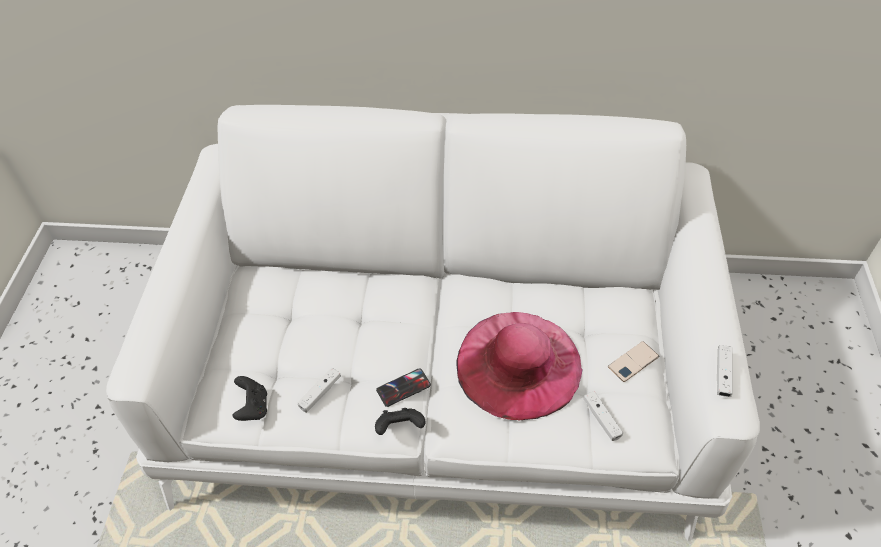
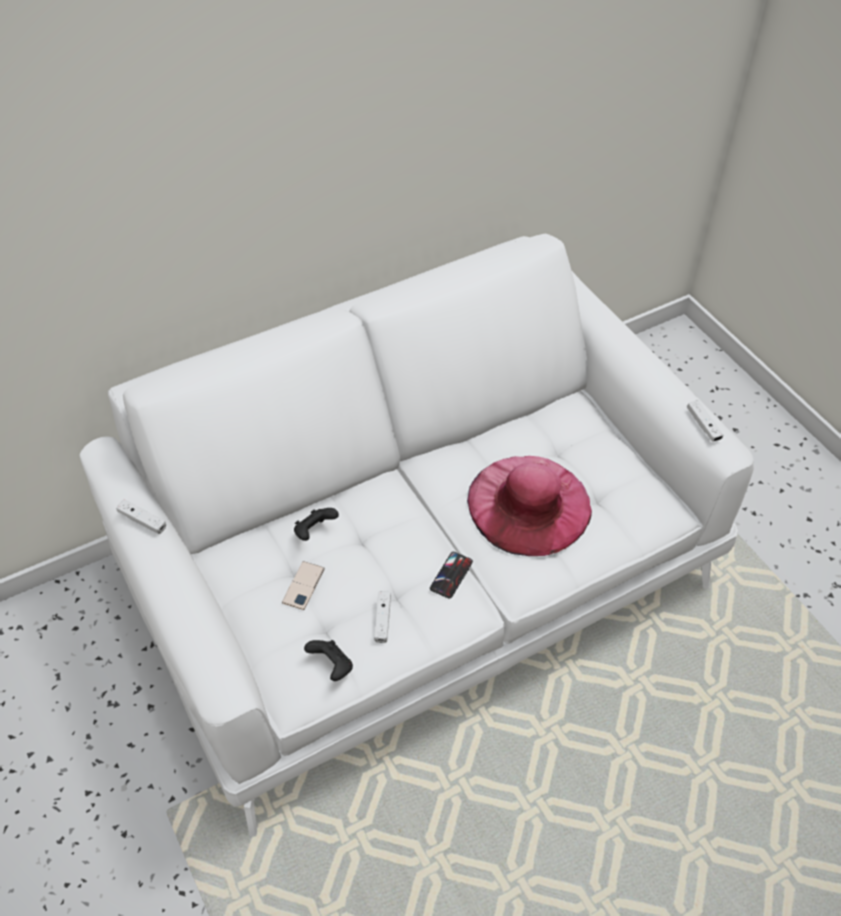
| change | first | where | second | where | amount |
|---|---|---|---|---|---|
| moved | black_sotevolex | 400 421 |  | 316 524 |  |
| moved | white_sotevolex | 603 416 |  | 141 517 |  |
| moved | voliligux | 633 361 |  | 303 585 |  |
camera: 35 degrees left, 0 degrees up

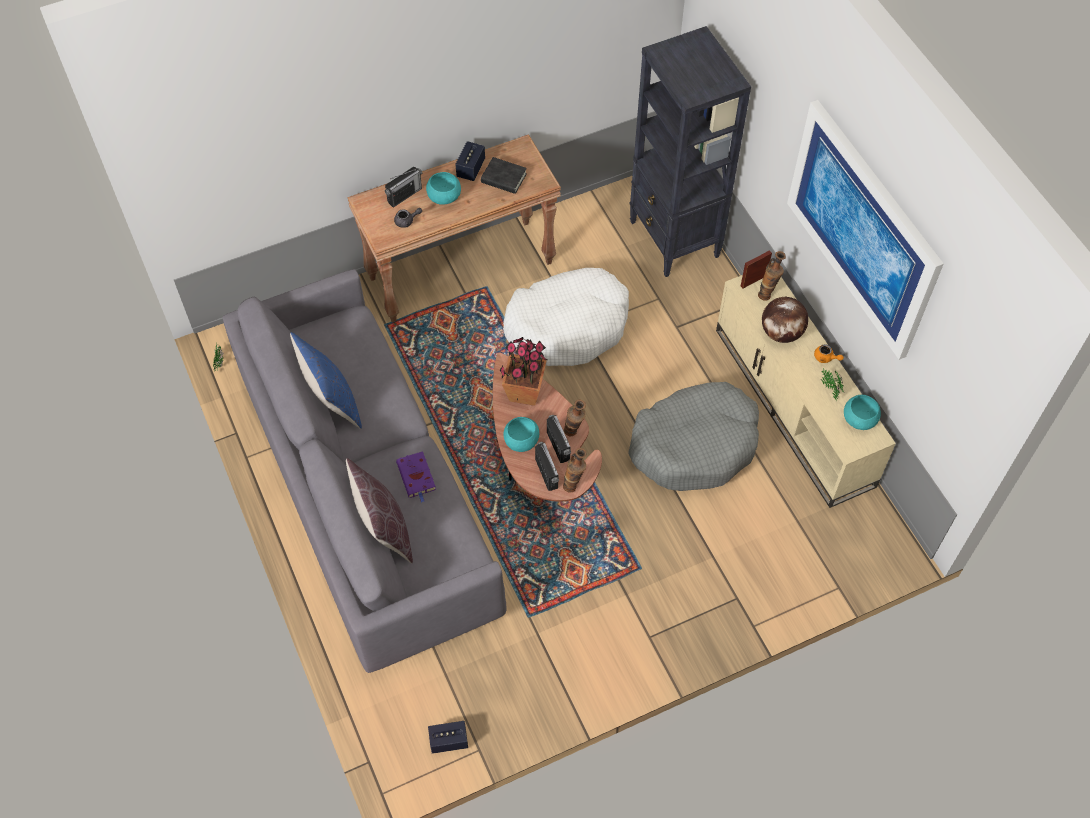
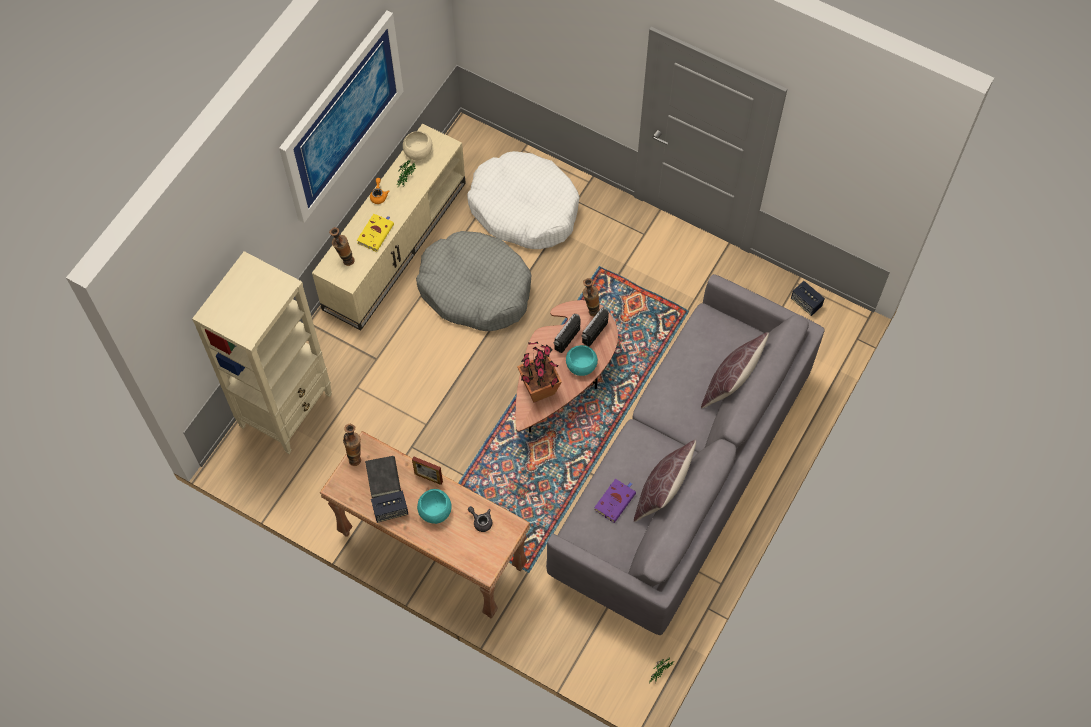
| change | first | where | second | where | amount |
|---|---|---|---|---|---|
| removed | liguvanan | 403 187 |  |  |  |
| moved | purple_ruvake | 416 477 |  | 615 501 |  |
| moved | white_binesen | 566 317 |  | 523 200 |  |
| moved | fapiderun | 575 418 |  | 352 445 |  |
| moved | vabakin | 756 269 |  | 427 471 |  |
| replaced | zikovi | 785 320 | yellow_ruvake | 375 233 |  |
| recoloured | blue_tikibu | 326 380 | brown_tikibu | 665 481 |  |
| recoloured | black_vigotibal | 690 151 | beige_vigotibal | 262 352 |  |
| recoloured | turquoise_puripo | 862 412 | beige_puripo | 417 145 |  |
camera: 125 degrees left, 5 degrees up

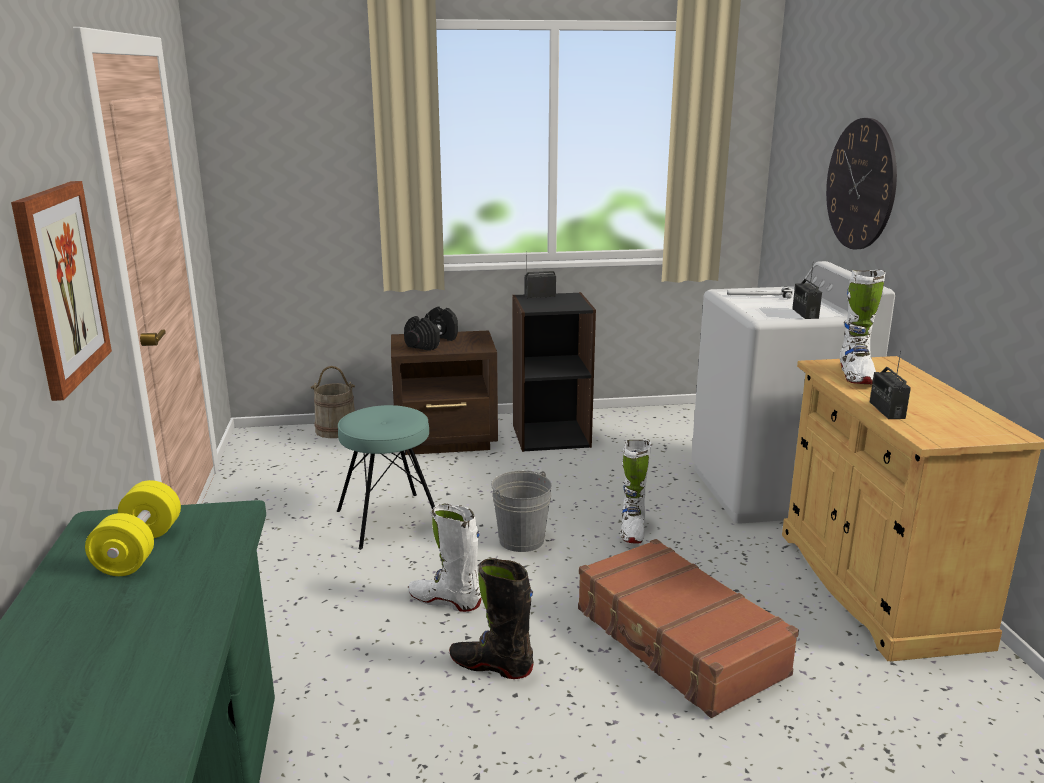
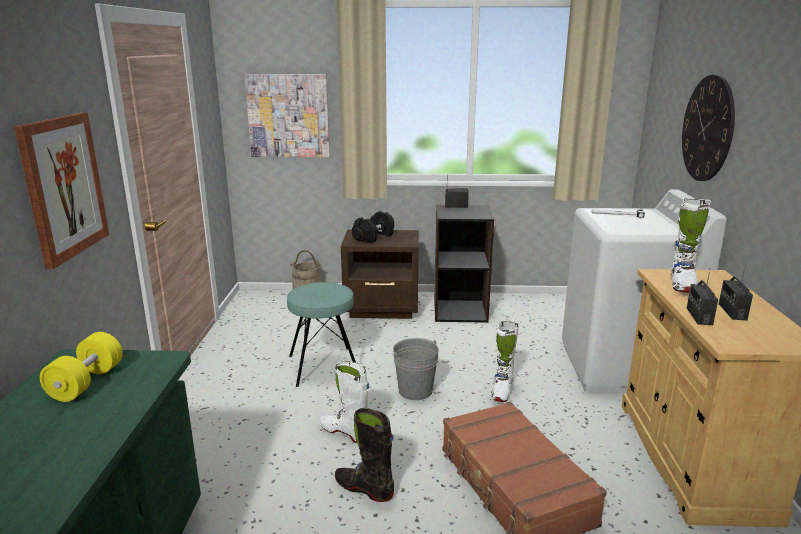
| change | first | where | second | where | amount |
|---|---|---|---|---|---|
| added |  |  | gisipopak | 287 115 |  |
| moved | liguvanan | 807 292 |  | 736 292 |  |
camera: 10 degrees right, 0 degrees up

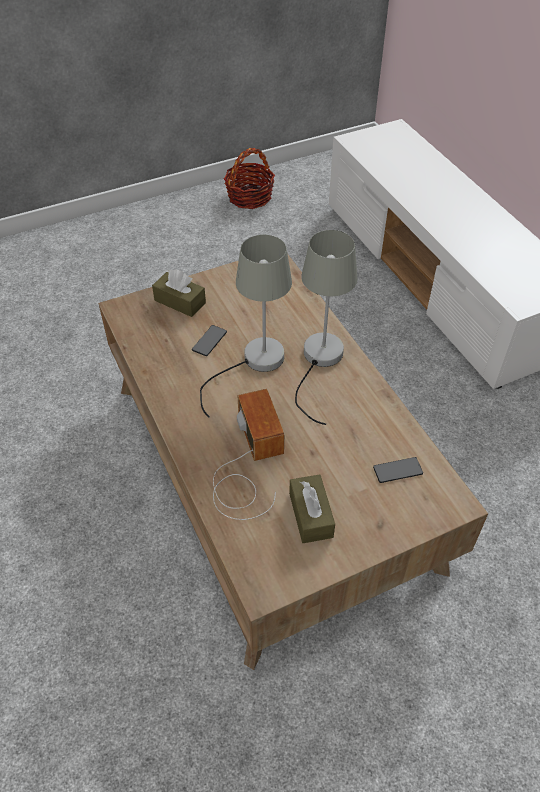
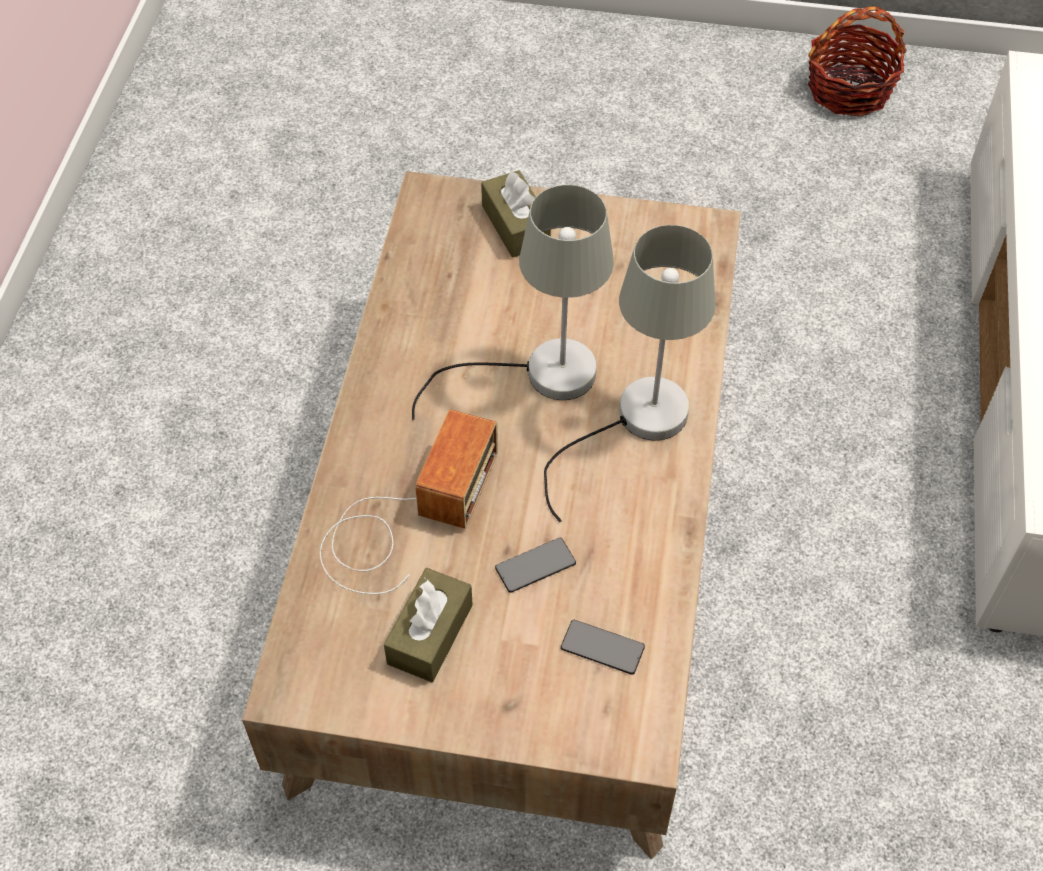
| change | first | where | second | where | amount |
|---|---|---|---|---|---|
| moved | voliligux | 209 340 |  | 535 565 |  |
camera: 35 degrees right, 5 degrees up

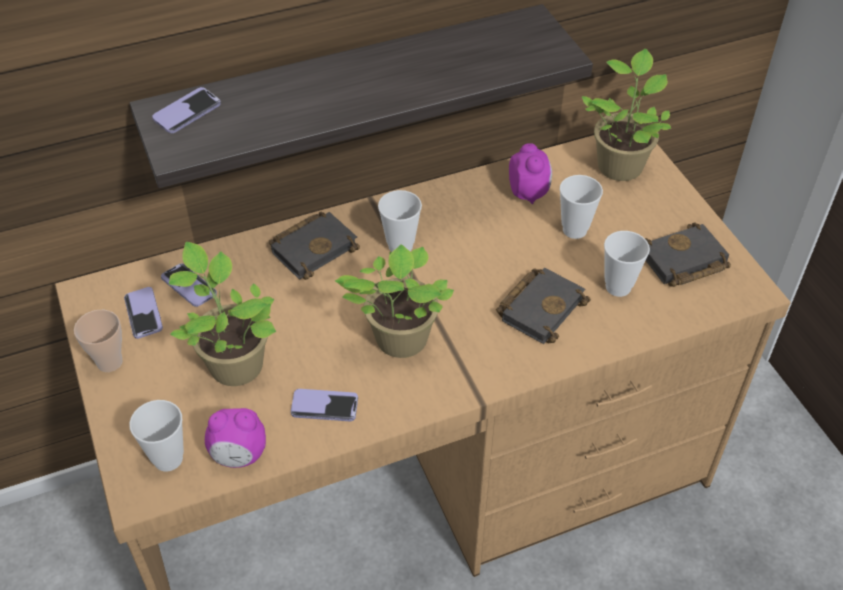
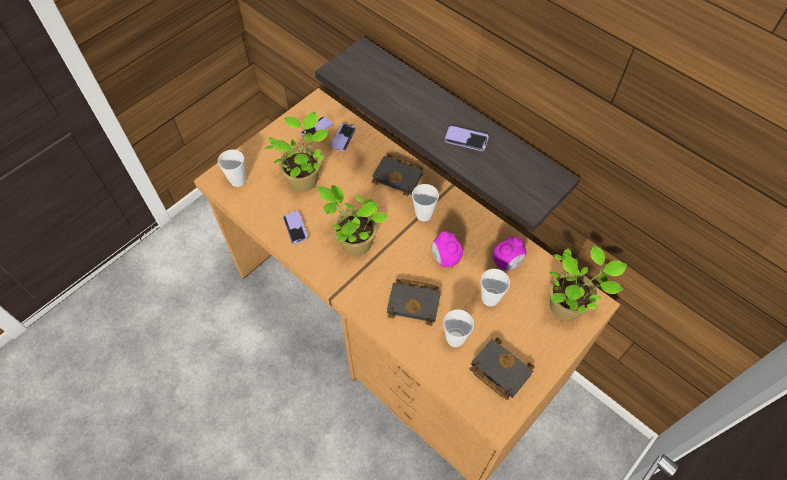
| change | first | where | second | where | amount |
|---|---|---|---|---|---|
| removed | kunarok | 98 341 |  |  |  |
| moved | voliligux | 186 110 |  | 467 138 |  |
| moved | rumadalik | 235 438 |  | 447 249 |  |
camera: 65 degrees right, 10 degrees up

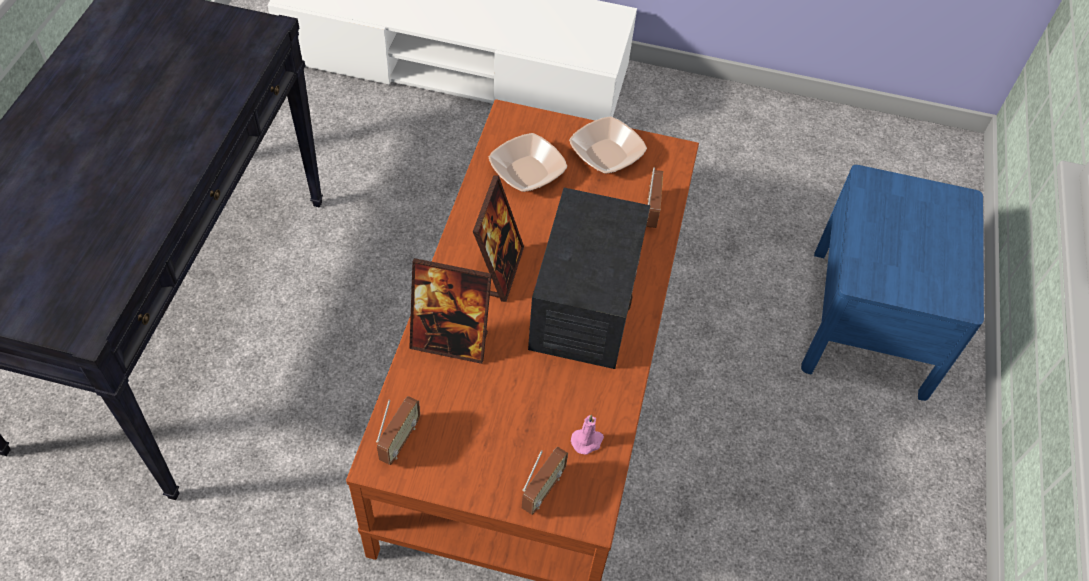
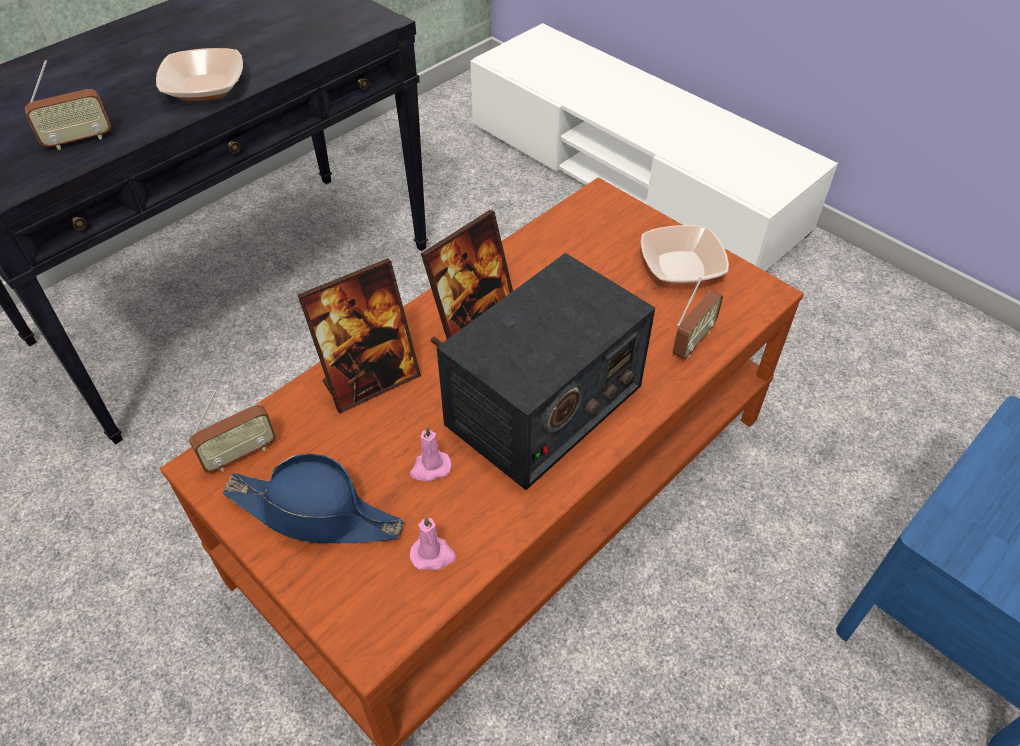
| change | first | where | second | where | amount |
|---|---|---|---|---|---|
| added |  |  | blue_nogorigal | 313 498 |  |
| added |  |  | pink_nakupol | 431 454 |  |
| moved | puripo | 528 162 |  | 199 74 |  |
| moved | liguvanan | 545 481 |  | 68 105 |  |
| turned | vabakin | 450 311 |  | 359 336 | 75 degrees counterclockwise |
camera: 35 degrees right, 5 degrees down

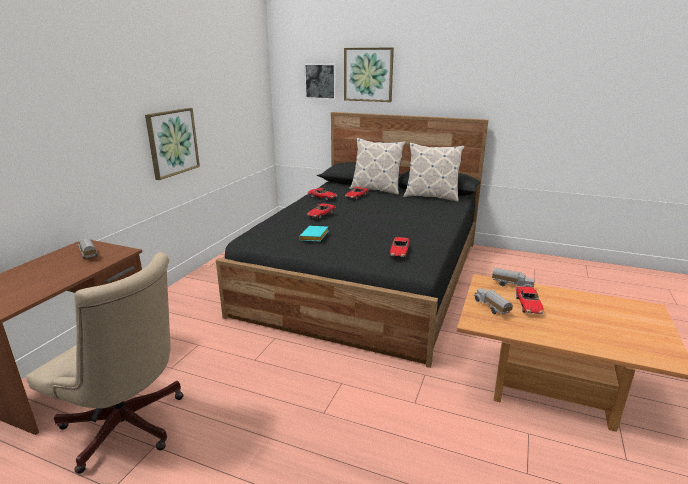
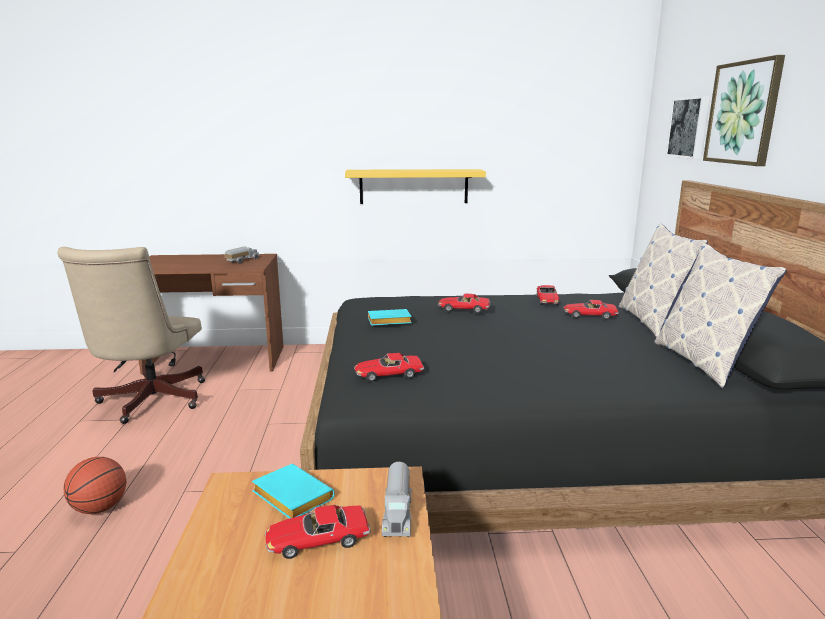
| change | first | where | second | where | amount |
|---|---|---|---|---|---|
| added |  |  | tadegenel | 95 485 |  |
| replaced | gisipopak | 172 144 | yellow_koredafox | 415 186 |  |
| replaced | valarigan | 493 301 | turquoise_ruvake | 293 491 |  |
camera: 65 degrees right, 5 degrees down

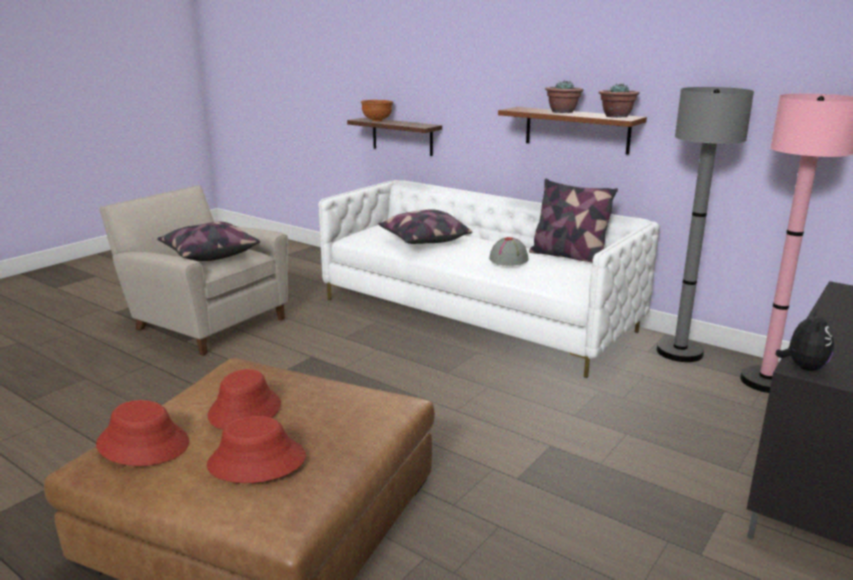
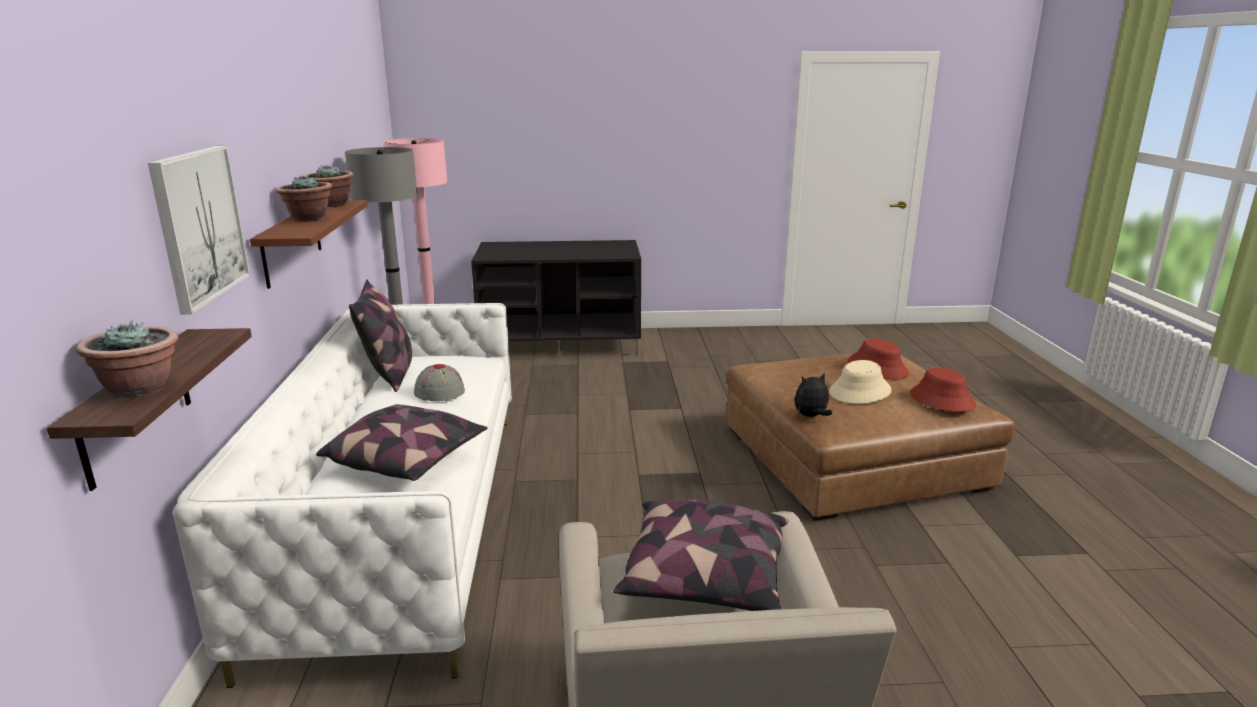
| change | first | where | second | where | amount |
|---|---|---|---|---|---|
| added |  |  | gisipopak | 199 230 |  |
| moved | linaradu | 804 339 |  | 813 395 |  |
| replaced | brown_puripo | 377 110 | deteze | 127 359 |  |
| recoloured | red_nogorigal | 244 399 | beige_nogorigal | 860 382 |  |
camera: 130 degrees left, 0 degrees up

